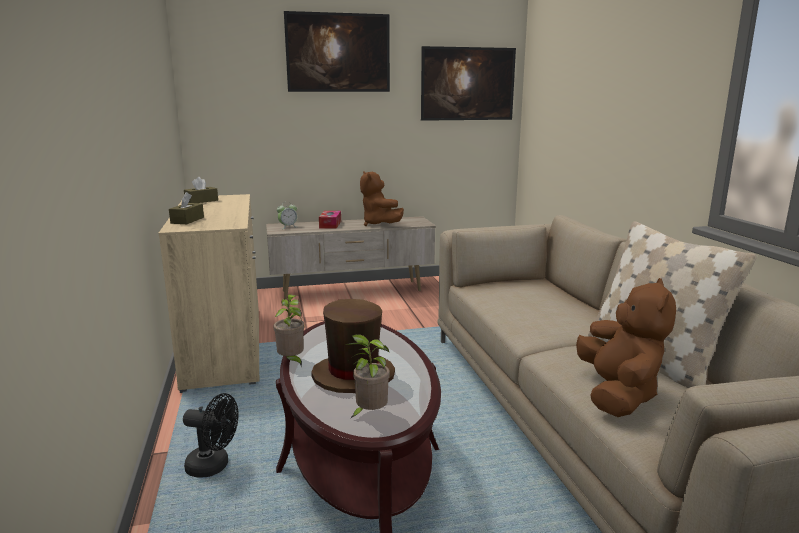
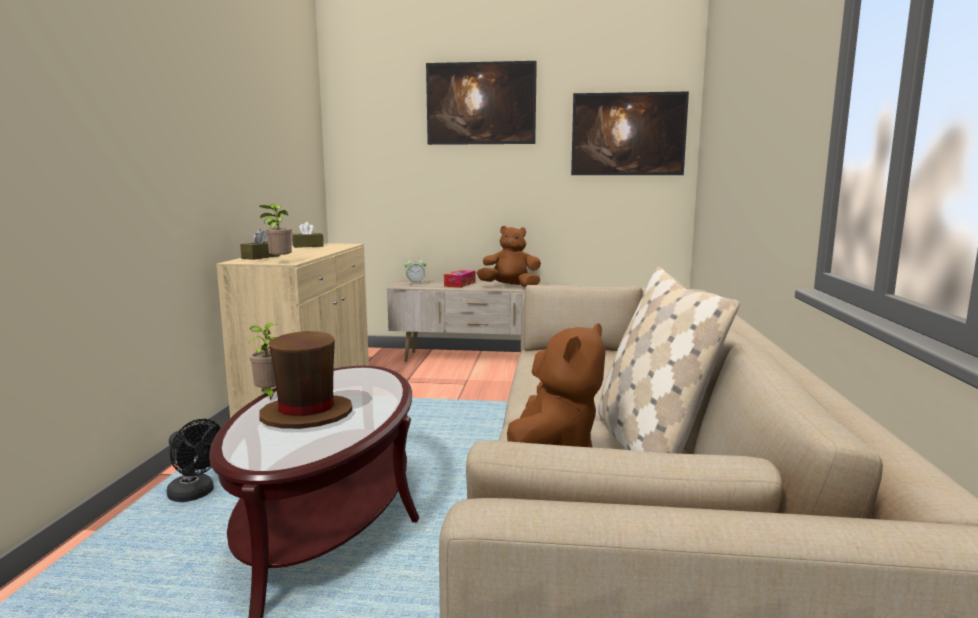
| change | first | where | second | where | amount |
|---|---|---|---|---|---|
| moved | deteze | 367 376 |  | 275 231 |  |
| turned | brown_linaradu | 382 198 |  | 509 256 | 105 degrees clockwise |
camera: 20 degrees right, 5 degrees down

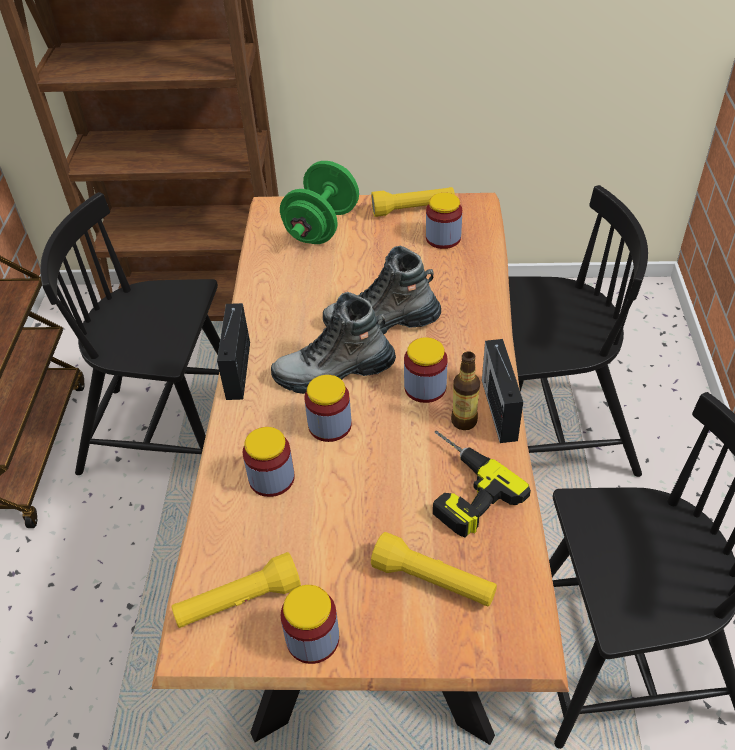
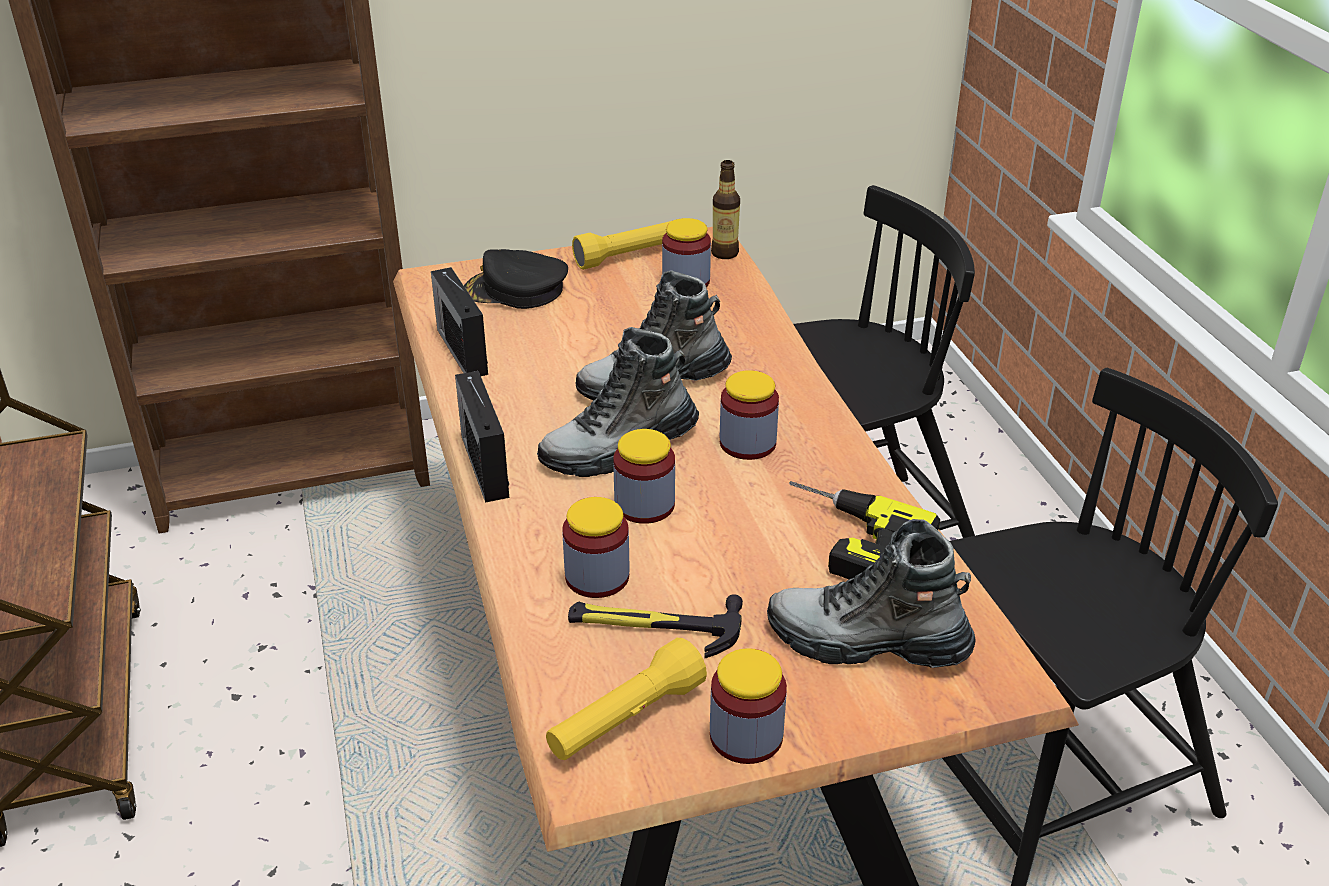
| change | first | where | second | where | amount |
|---|---|---|---|---|---|
| removed | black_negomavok | 130 333 |  |  |  |
| added |  |  | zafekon | 655 626 |  |
| moved | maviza | 465 390 |  | 725 209 |  |
| moved | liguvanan | 502 391 |  | 459 321 |  |
| replaced | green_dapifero | 319 202 | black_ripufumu | 516 279 |  |
| replaced | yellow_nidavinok | 434 569 | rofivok | 871 593 |  |
camera: 20 degrees left, 10 degrees down

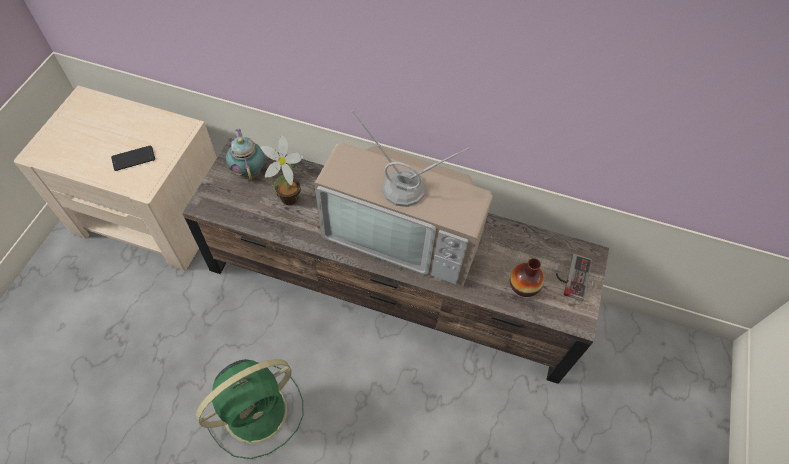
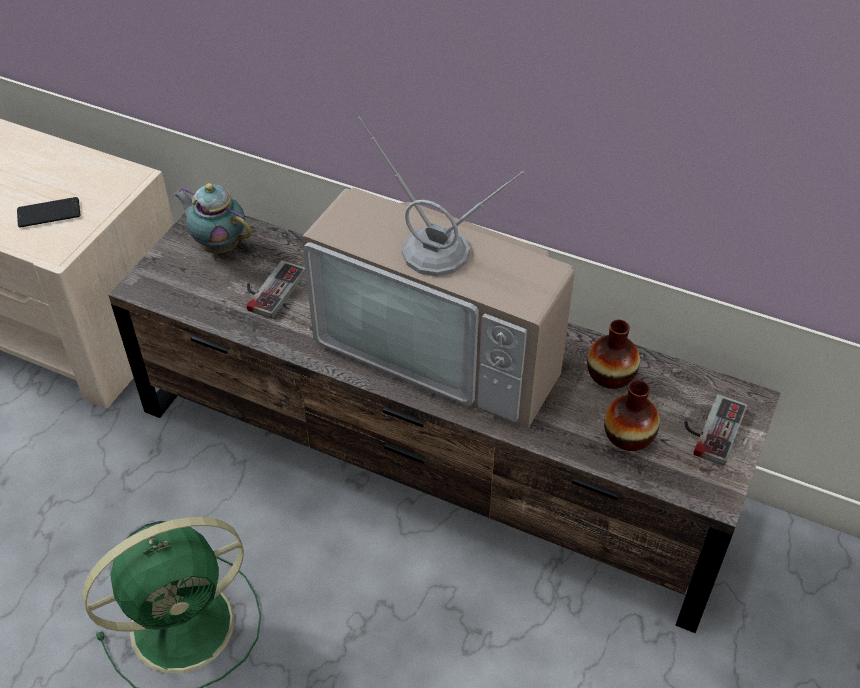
| change | first | where | second | where | amount |
|---|---|---|---|---|---|
| added |  |  | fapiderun | 613 354 |  |
| replaced | deteze | 282 170 | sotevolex | 276 289 |  |
| turned | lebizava | 245 155 |  | 213 218 | 45 degrees counterclockwise |
camera: 10 degrees right, 10 degrees down

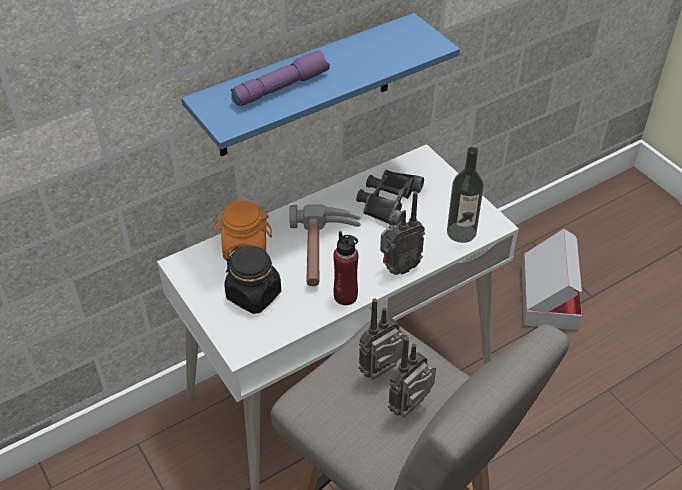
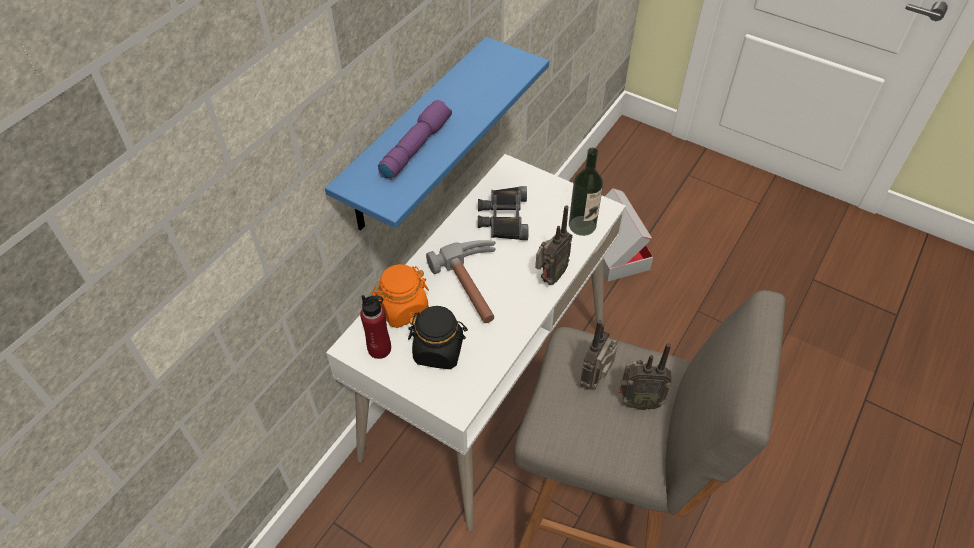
| change | first | where | second | where | amount |
|---|---|---|---|---|---|
| moved | red_maviza | 346 268 |  | 375 327 |  |
| turned | liguvanan | 412 377 |  | 645 376 | 105 degrees counterclockwise |
camera: 25 degrees left, 5 degrees up

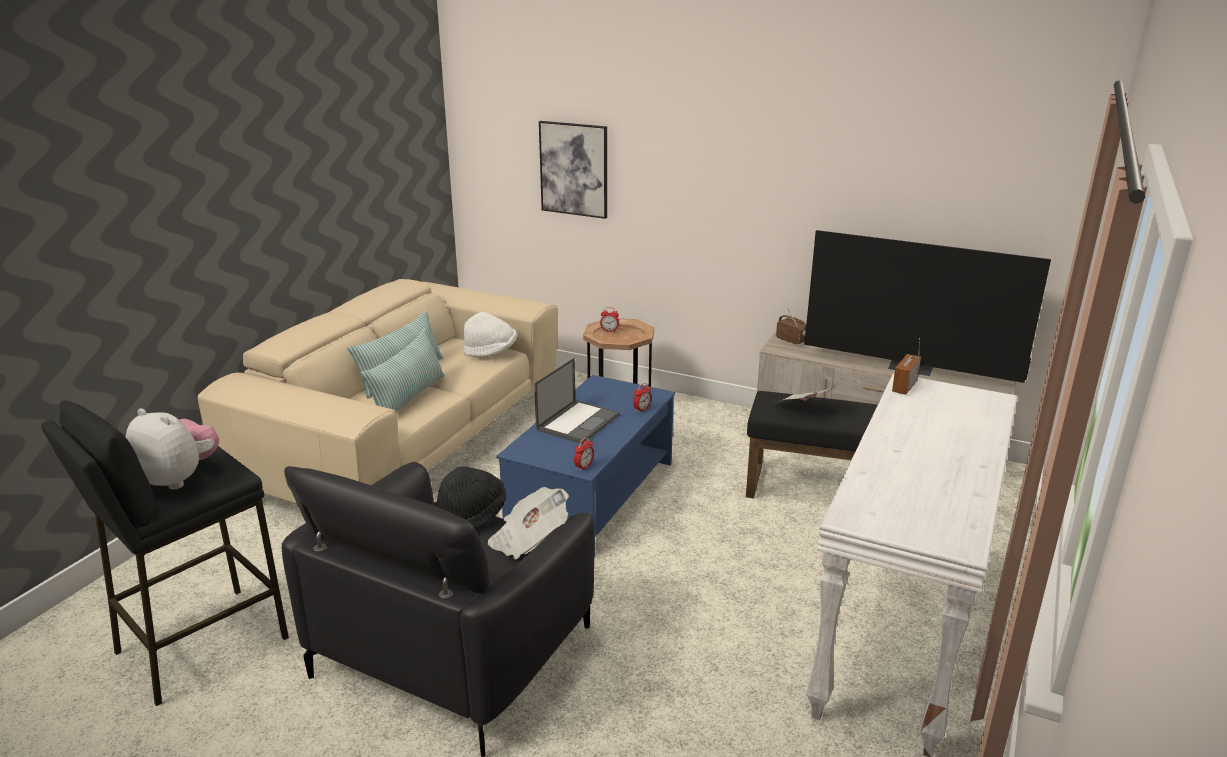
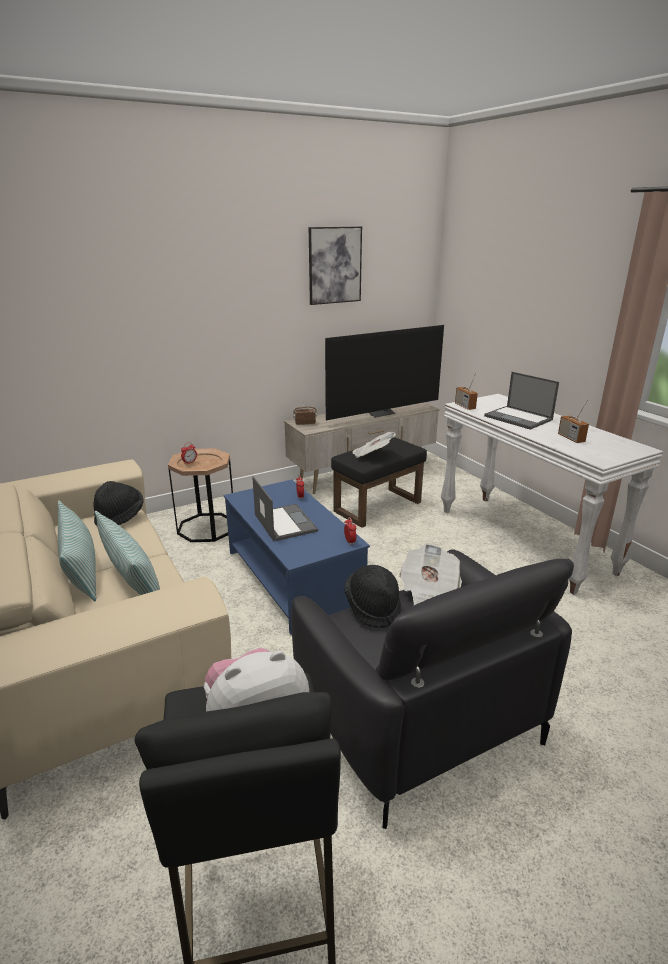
| change | first | where | second | where | amount |
|---|---|---|---|---|---|
| added |  |  | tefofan | 521 401 |  |
| added |  |  | liguvanan | 573 421 |  |
| moved | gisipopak | 573 170 |  | 335 265 |  |
| recoloured | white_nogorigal | 490 334 | black_nogorigal | 118 503 |  |
camera: 55 degrees left, 0 degrees up

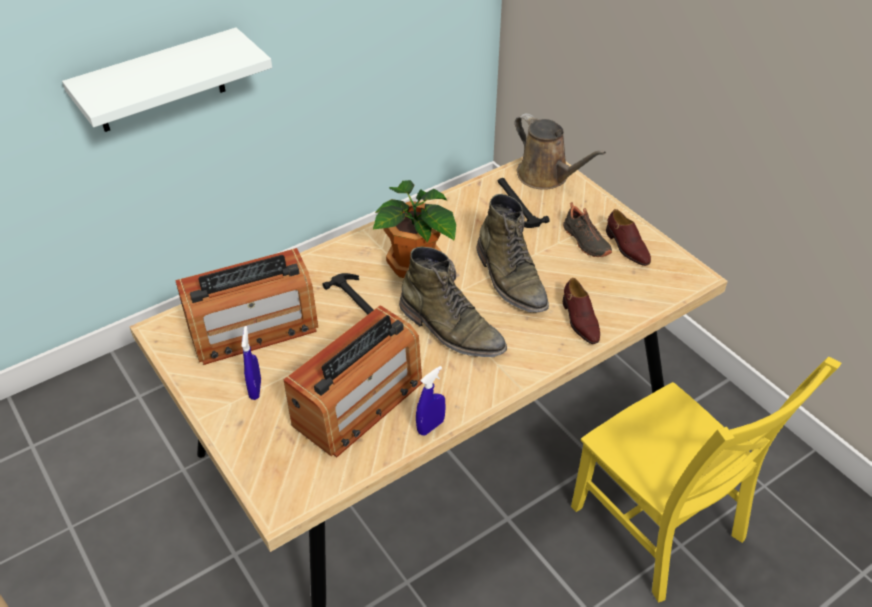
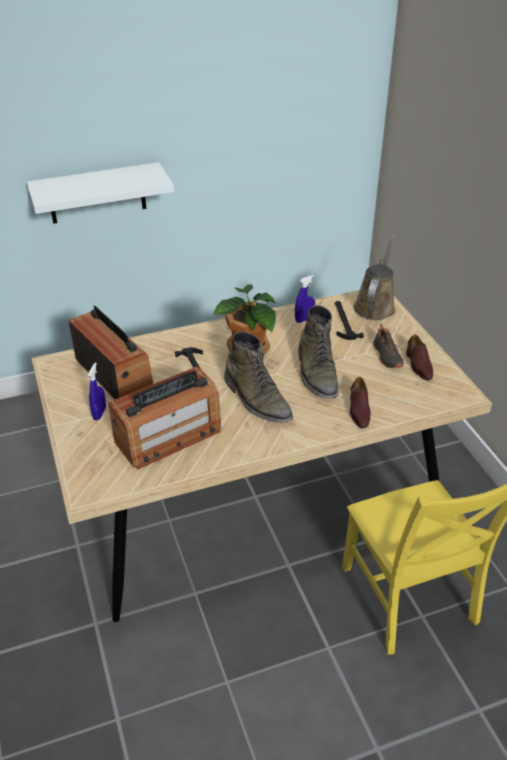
| change | first | where | second | where | amount |
|---|---|---|---|---|---|
| moved | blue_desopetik | 430 400 |  | 305 299 |  |
| turned | liguvanan | 246 306 |  | 111 352 | 120 degrees counterclockwise |
| turned | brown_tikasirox | 560 151 |  | 374 277 | 135 degrees counterclockwise |
camera: 15 degrees right, 5 degrees down

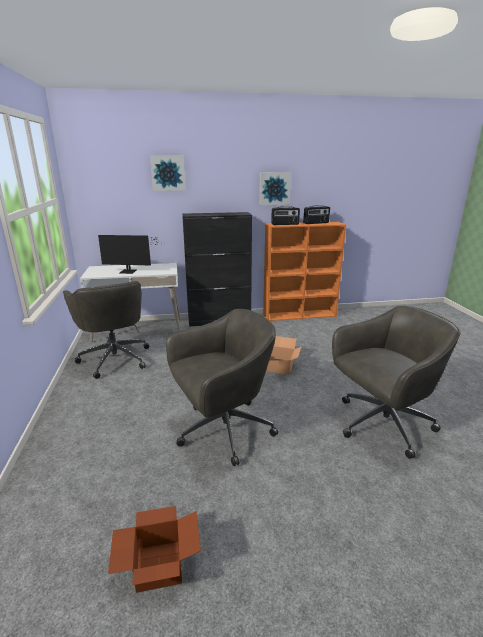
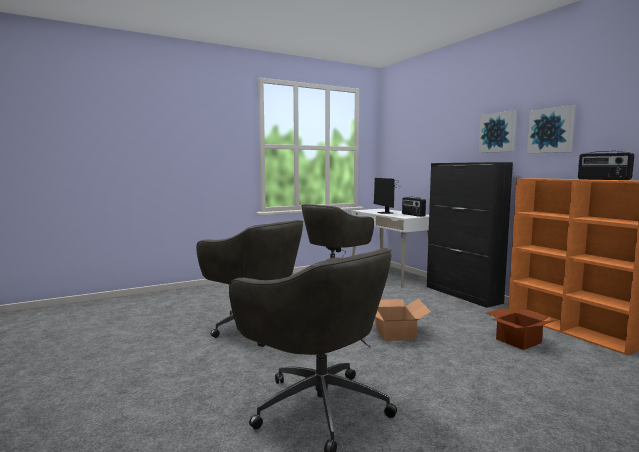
| change | first | where | second | where | amount |
|---|---|---|---|---|---|
| moved | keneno | 154 549 |  | 521 329 |  |
| moved | gisipopak | 168 173 |  | 498 131 |  |
| moved | liguvanan | 285 215 |  | 414 207 |  |
camera: 70 degrees right, 15 degrees down

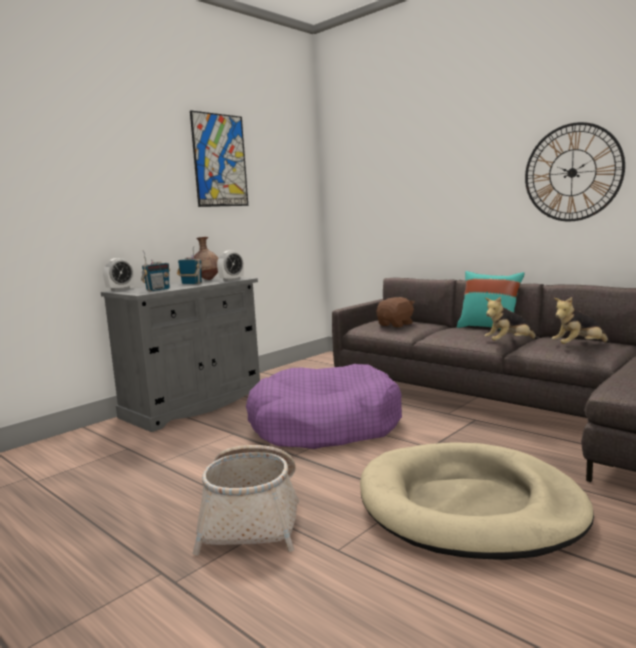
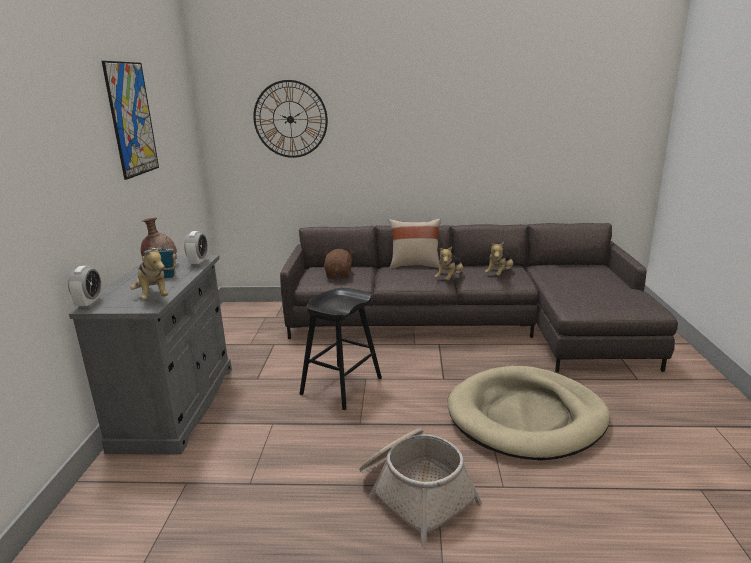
| change | first | where | second | where | amount |
|---|---|---|---|---|---|
| moved | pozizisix | 575 171 |  | 290 119 |  |
| replaced | liguvanan | 155 270 | linaradu | 149 272 |  |
| replaced | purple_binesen | 324 406 | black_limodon | 341 349 |  |
| recoloured | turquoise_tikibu | 491 300 | beige_tikibu | 415 243 |  |
camera: 40 degrees left, 10 degrees up

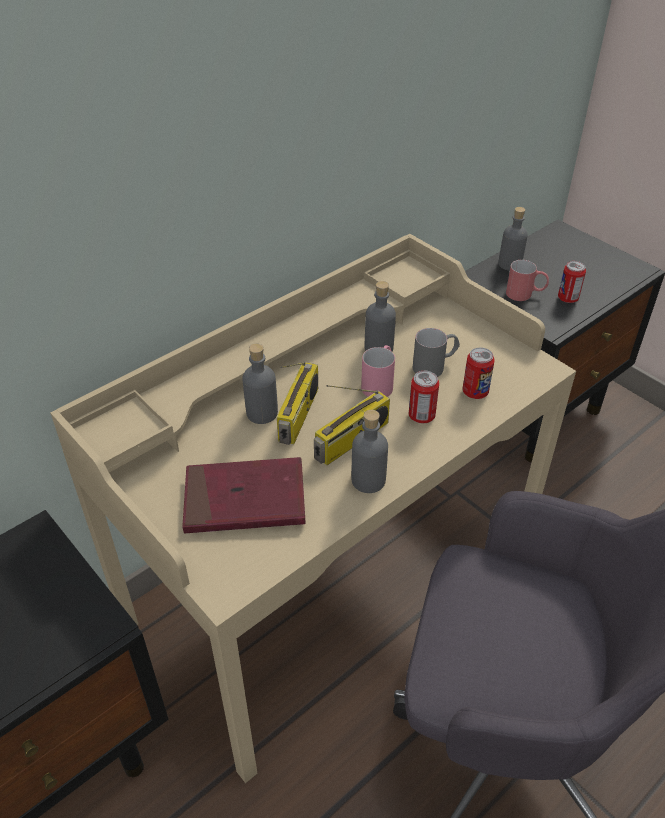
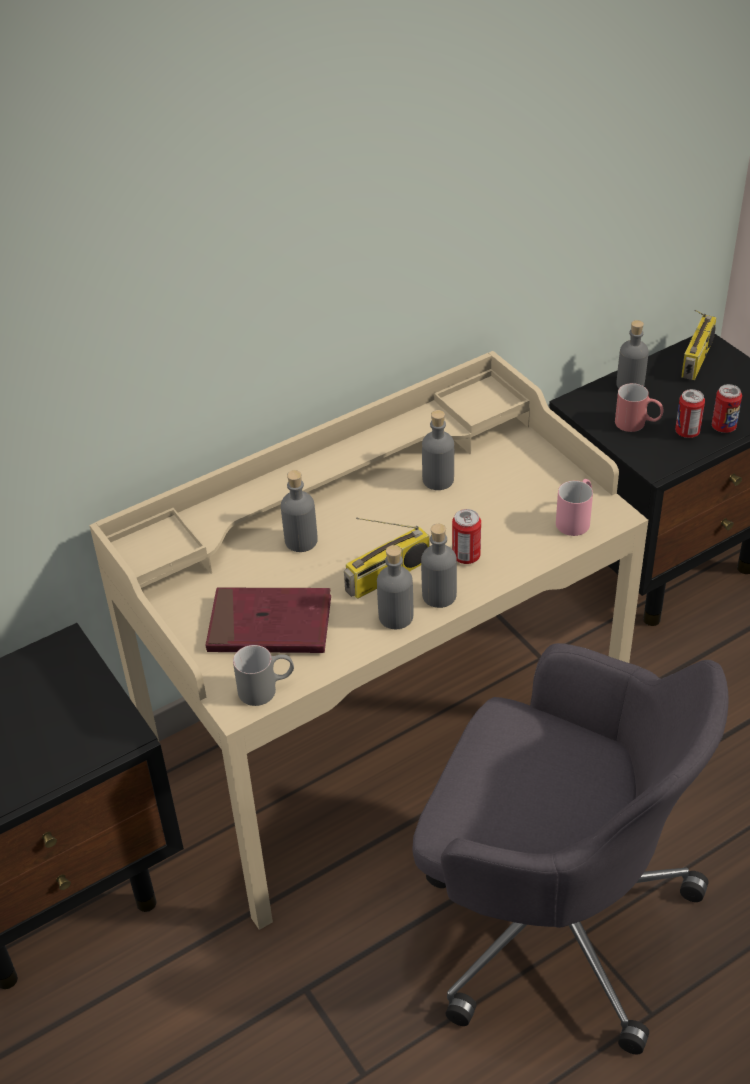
| change | first | where | second | where | amount |
|---|---|---|---|---|---|
| added |  |  | grey_maviza | 439 566 |  |
| moved | liguvanan | 297 403 |  | 699 345 |  |
| moved | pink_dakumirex | 378 371 |  | 574 507 |  |
| moved | grey_dakumirex | 436 352 |  | 263 675 |  |
| moved | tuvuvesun | 478 373 |  | 727 408 |  |
camera: 10 degrees right, 0 degrees up

